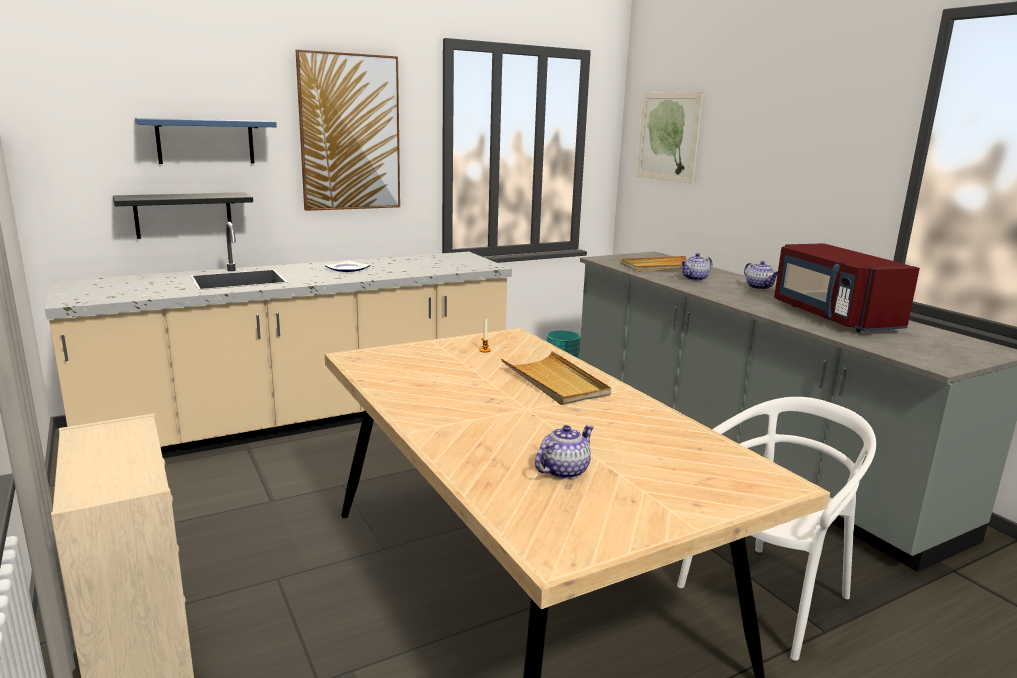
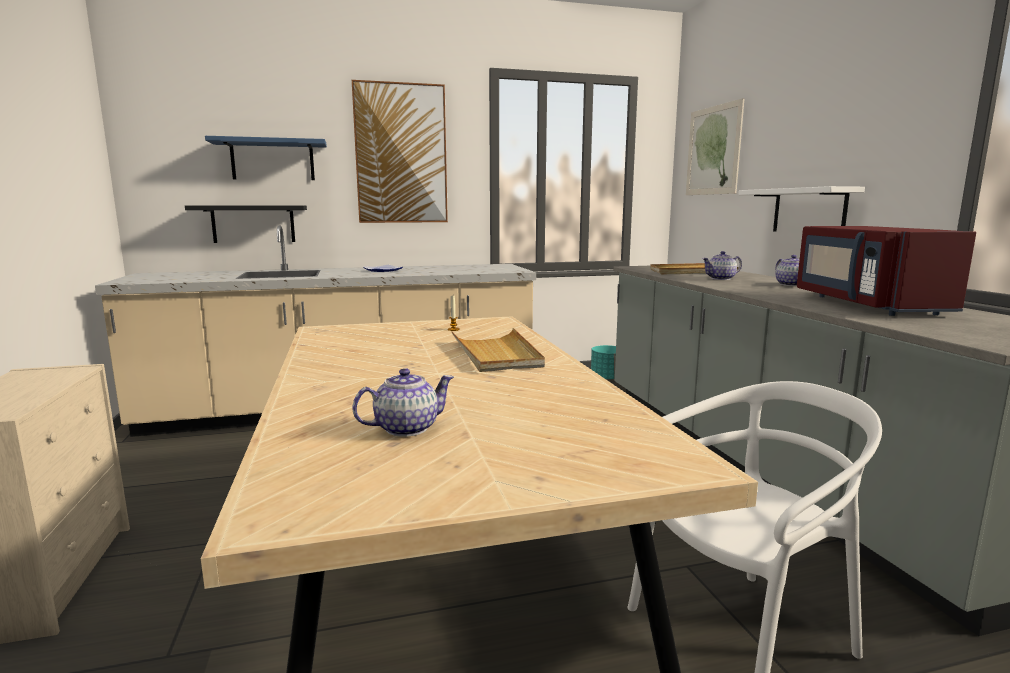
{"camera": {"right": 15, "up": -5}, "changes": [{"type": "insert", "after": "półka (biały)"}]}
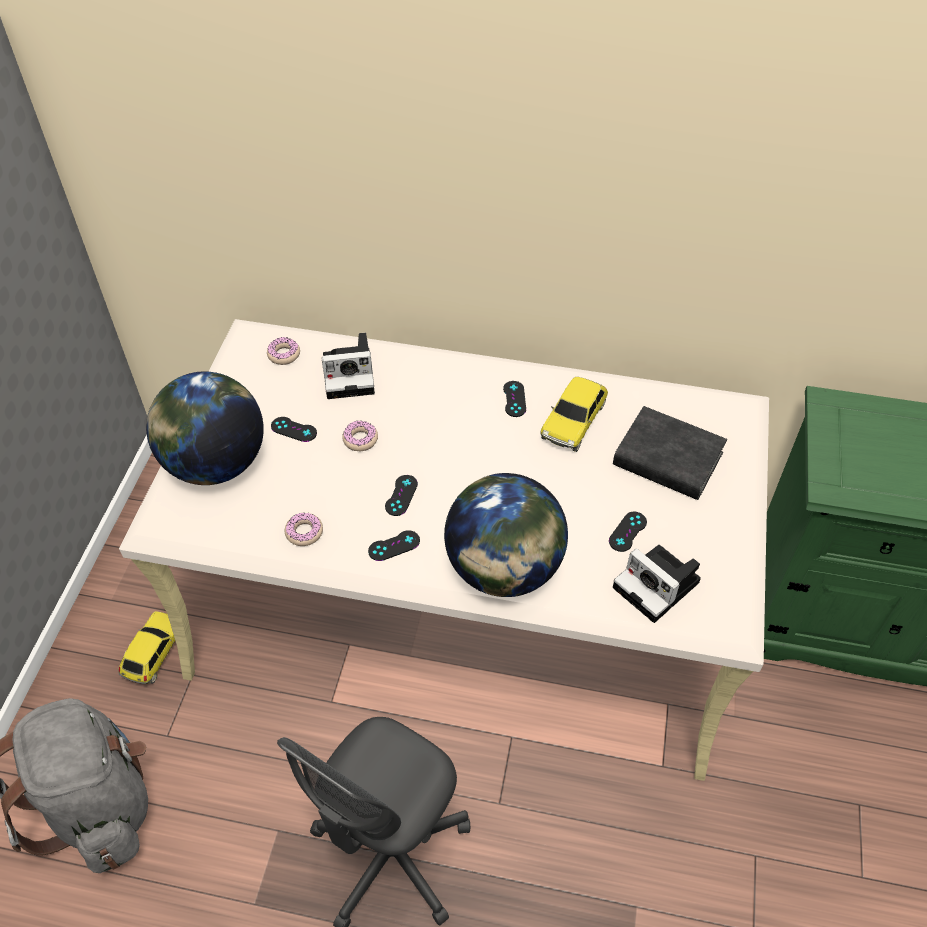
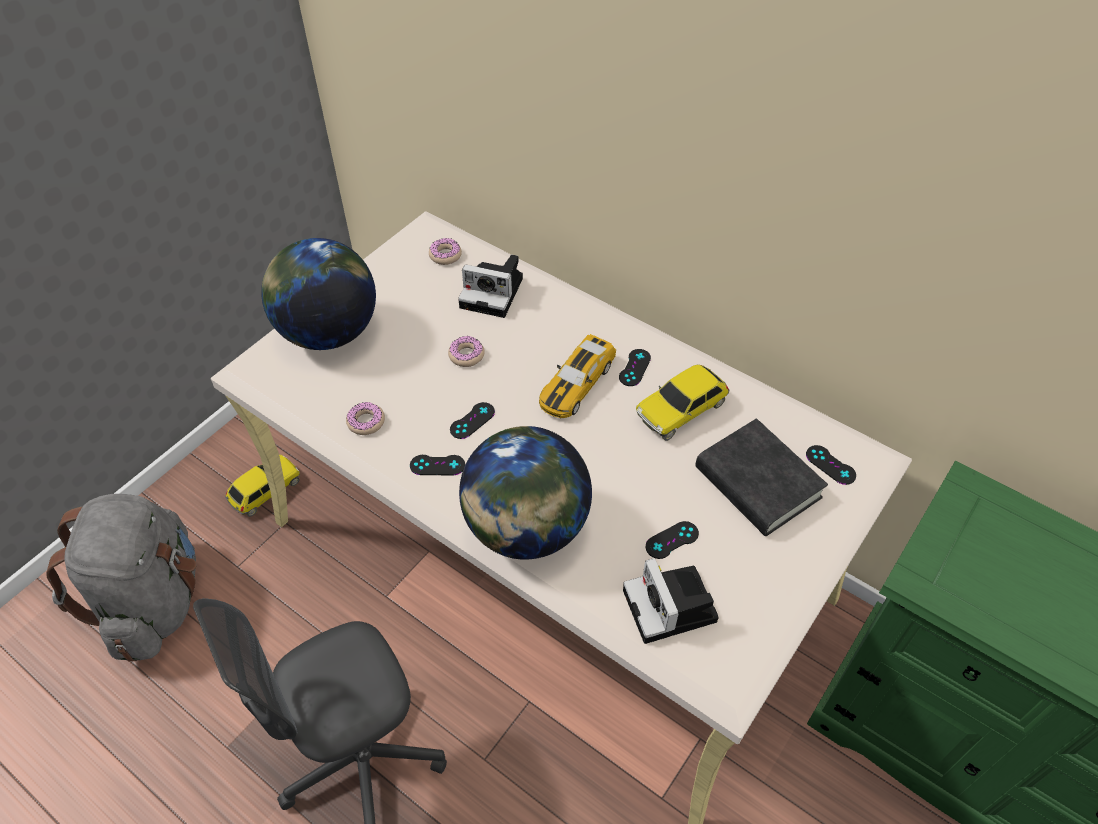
{"camera": {"right": 25, "up": 0}, "changes": [{"type": "move", "before": "pad do gier (czarny) (1st from left in the first image)", "after": "pad do gier (czarny) (5th from left)"}, {"type": "insert", "after": "samochodzik (2nd from left)"}]}
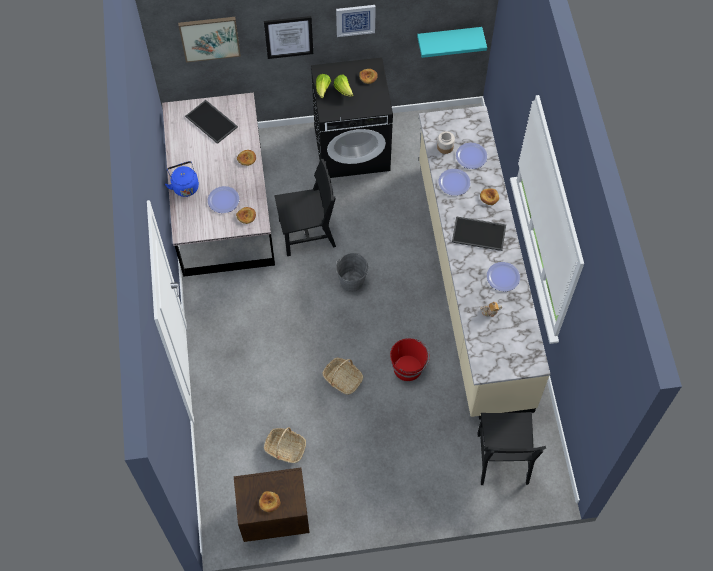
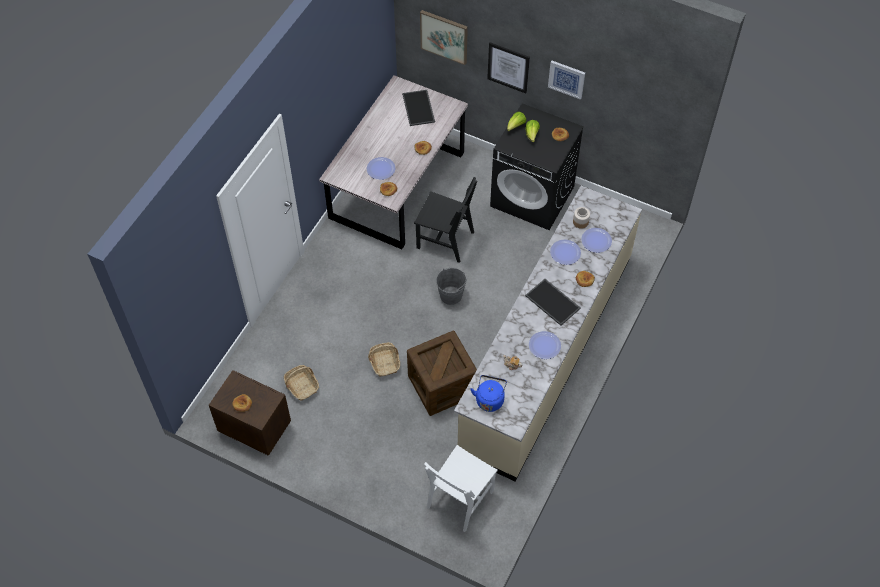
{"camera": {"right": 35, "up": -5}, "changes": [{"type": "move", "before": "czajnik (niebieski)"}, {"type": "replace", "before": "wiadro (czerwony)", "after": "skrzynka"}, {"type": "delete", "before": "półka (turkusowy)"}, {"type": "recolor", "before": "krzesło (czarny) (2nd from left)", "after": "krzesło (biały)"}]}
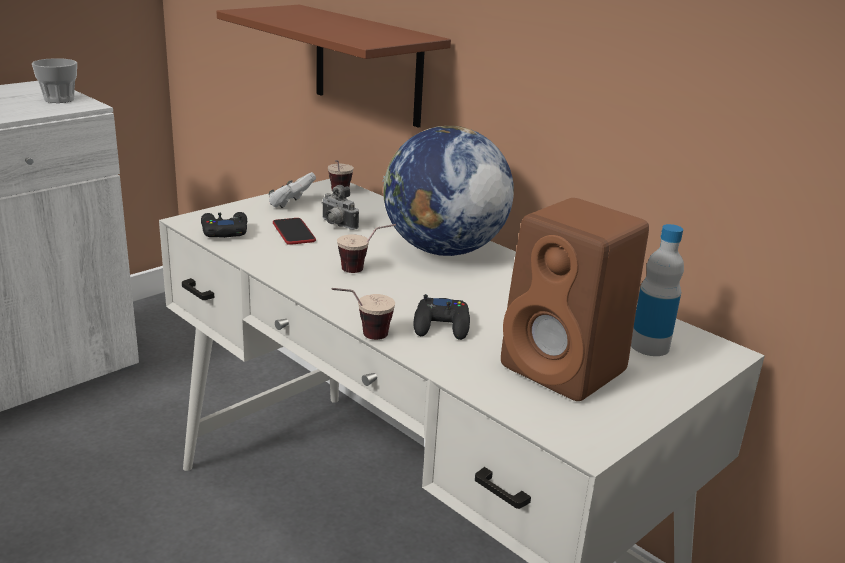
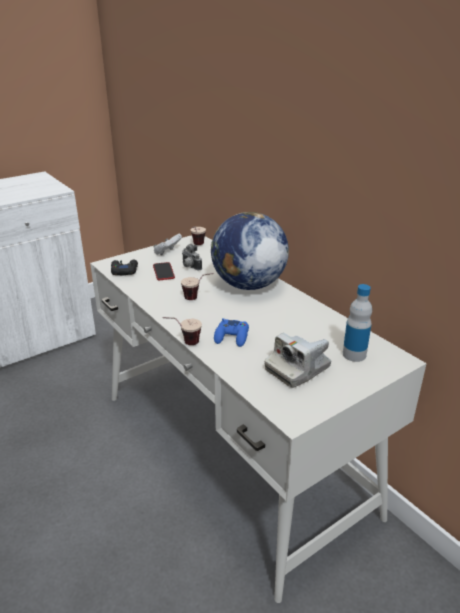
{"camera": {"right": 10, "up": 5}, "changes": [{"type": "delete", "before": "filiżanka (1st from left)"}, {"type": "delete", "before": "półka (brązowy)"}, {"type": "recolor", "before": "pad do gier (czarny) (2nd from left)", "after": "pad do gier (niebieski)"}, {"type": "replace", "before": "głośnik (brązowy)", "after": "aparat fotograficzny (2nd from left)"}]}
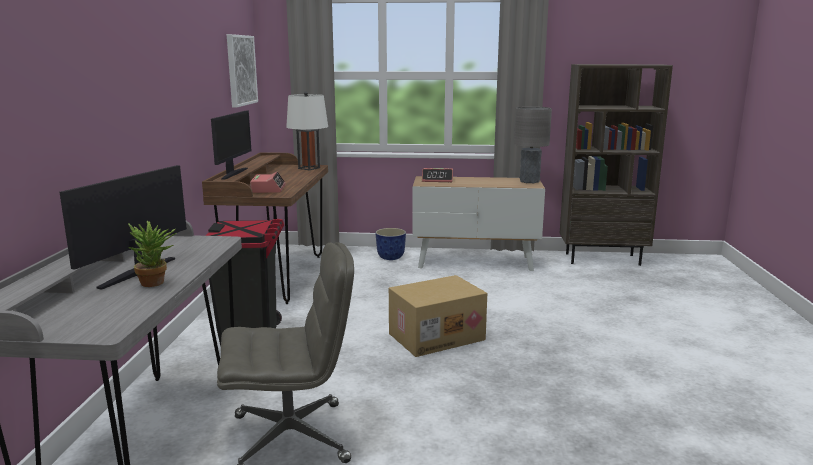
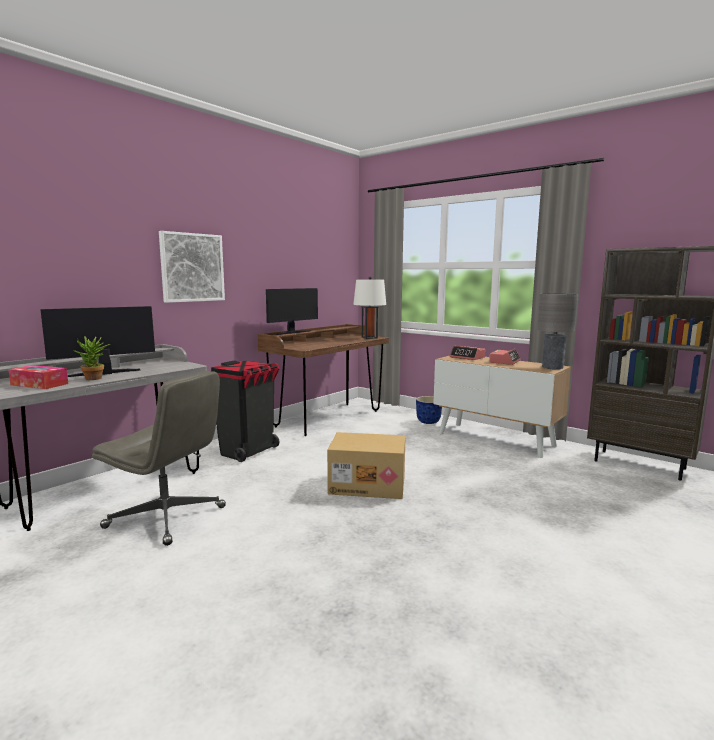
{"camera": {"right": 35, "up": -5}, "changes": [{"type": "move", "before": "obraz"}, {"type": "move", "before": "budzik (1st from left in the first image)", "after": "budzik (2nd from left)"}, {"type": "insert", "after": "pudełko chusteczek"}]}
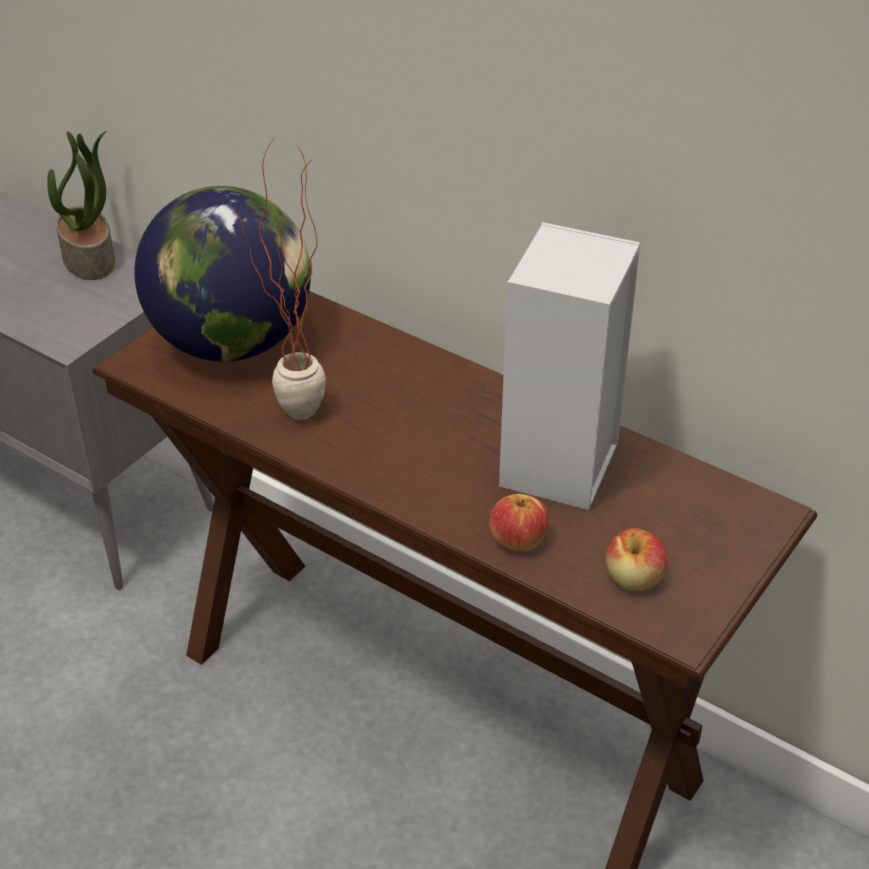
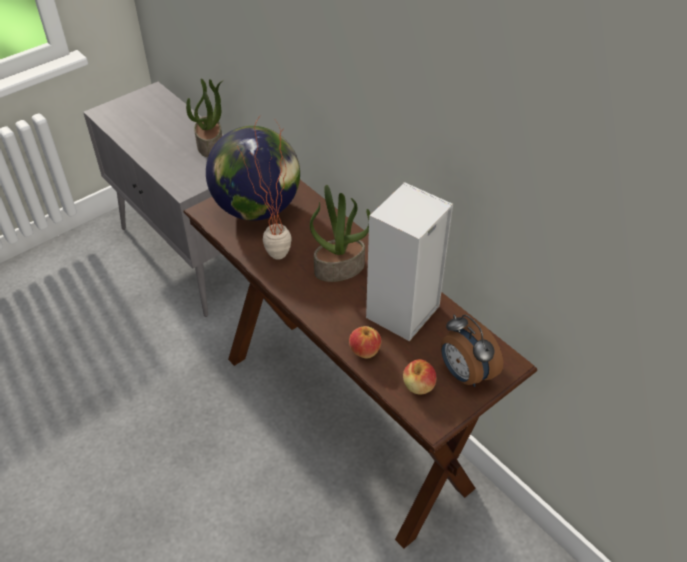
{"camera": {"right": 15, "up": 5}, "changes": [{"type": "insert", "after": "roślina doniczkowa (3rd from left)"}, {"type": "insert", "after": "budzik"}]}
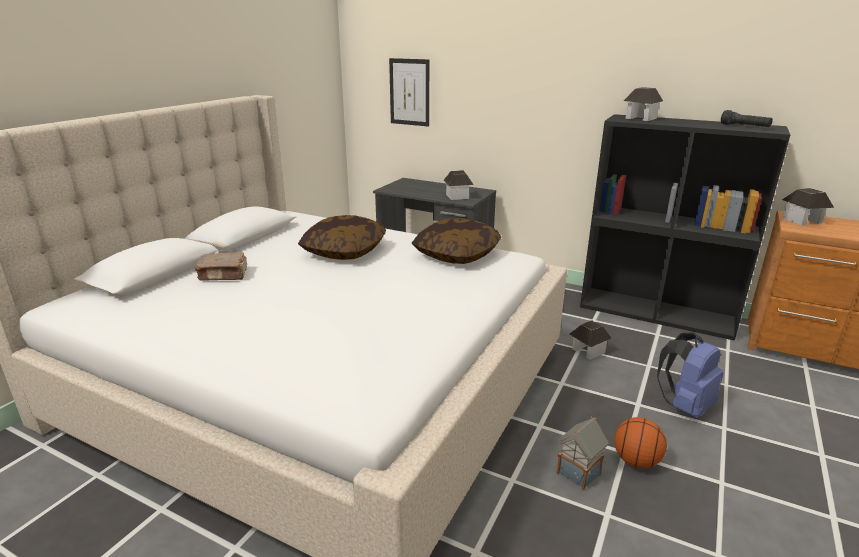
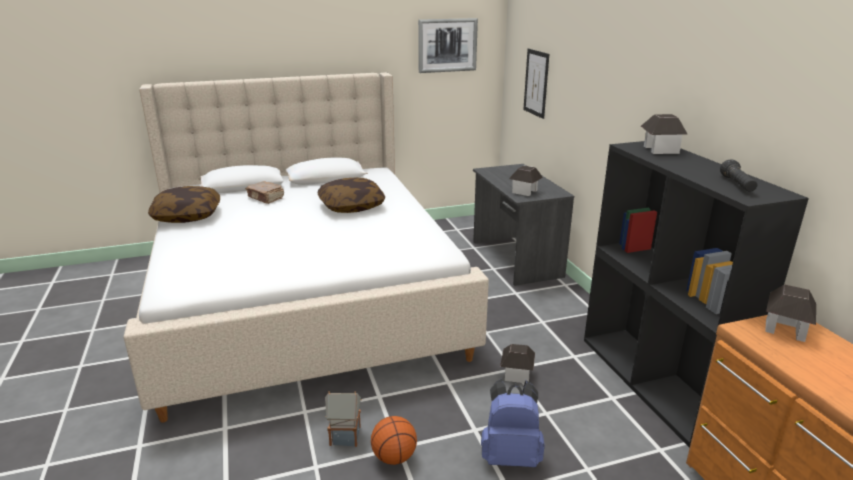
{"camera": {"right": 45, "up": 0}, "changes": [{"type": "move", "before": "poduszka (2nd from left in the first image)", "after": "poduszka (1st from left)"}, {"type": "insert", "after": "obraz (1st from left)"}]}
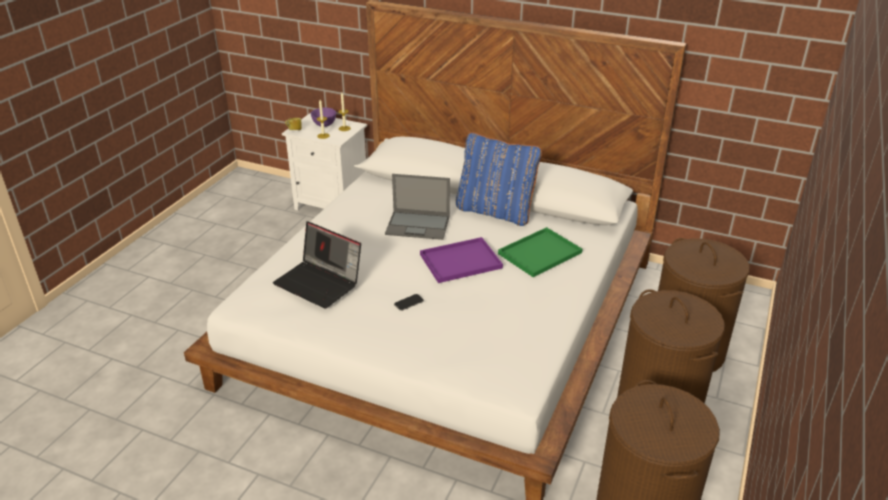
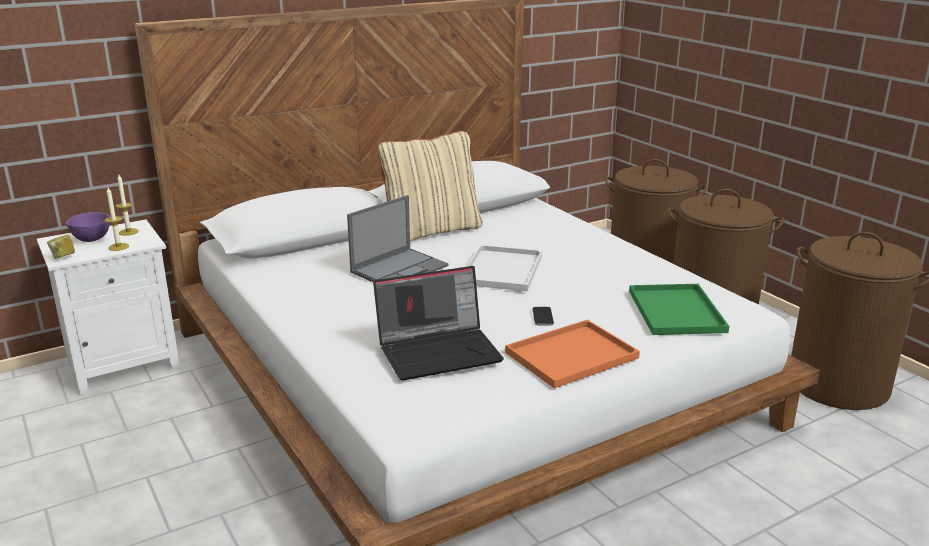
{"camera": {"right": -55, "up": -10}, "changes": [{"type": "recolor", "before": "taca (fioletowy)", "after": "taca (biały)"}, {"type": "recolor", "before": "poduszka (niebieski)", "after": "poduszka (beżowy)"}, {"type": "move", "before": "taca (zielony)"}, {"type": "insert", "after": "taca (pomarańczowy)"}]}
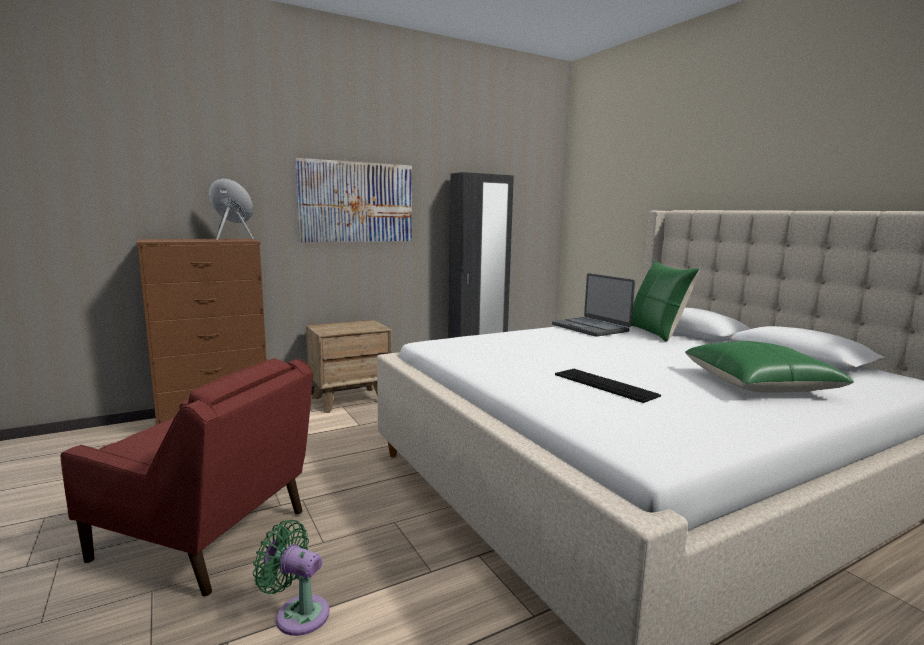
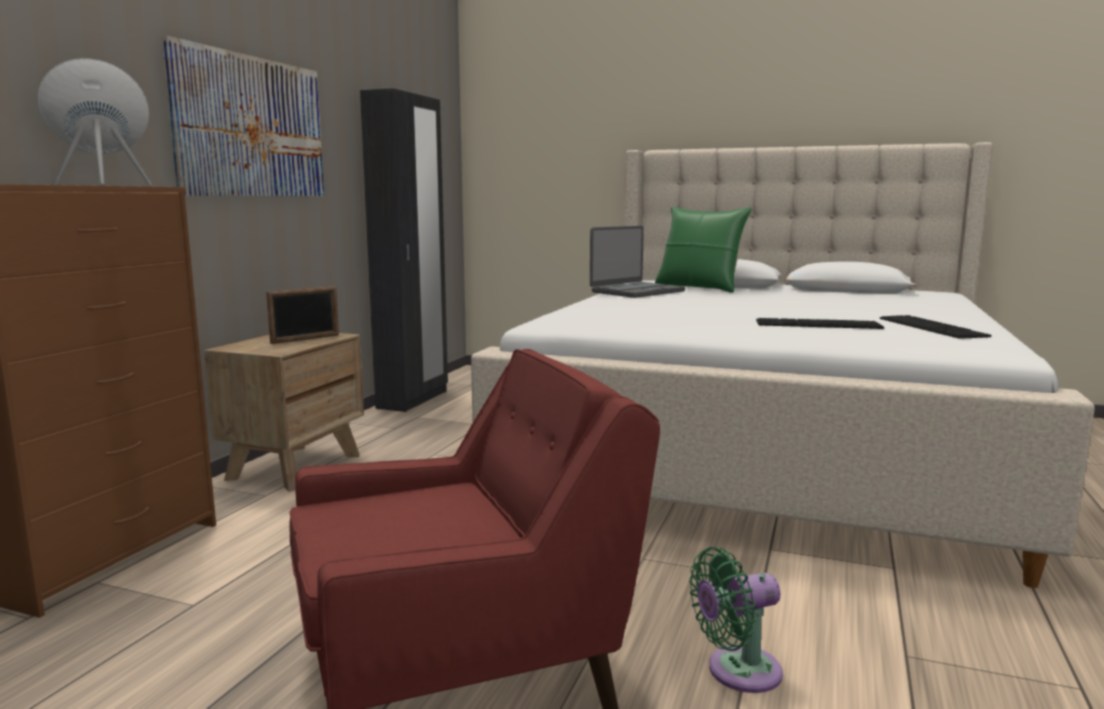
{"camera": {"right": -40, "up": 0}, "changes": [{"type": "rotate", "before": "laptop", "turn": -60}, {"type": "delete", "before": "poduszka (zielony) (2nd from left)"}, {"type": "insert", "after": "ramka na zdjęcie"}, {"type": "insert", "after": "klawiatura (2nd from left)"}]}
